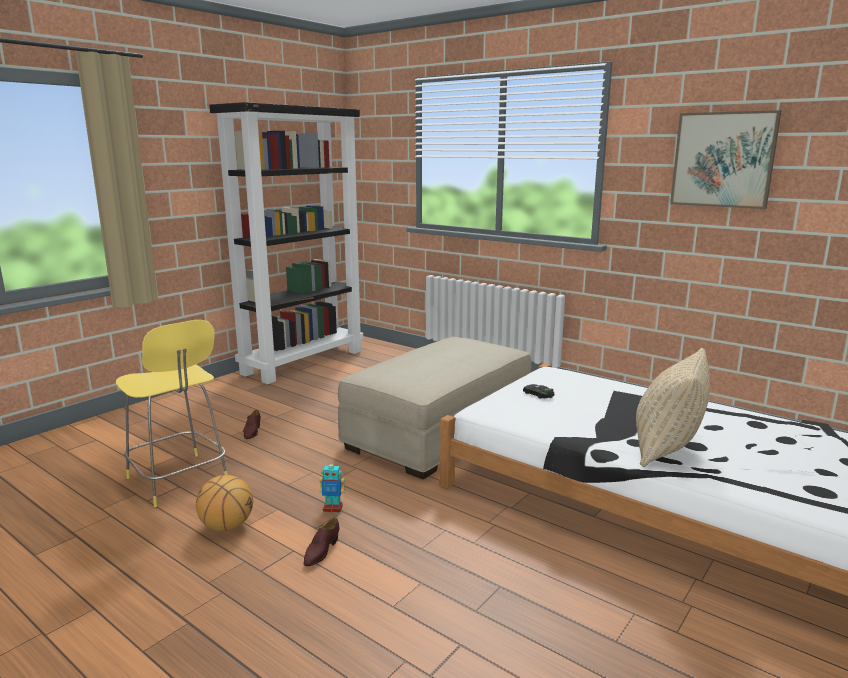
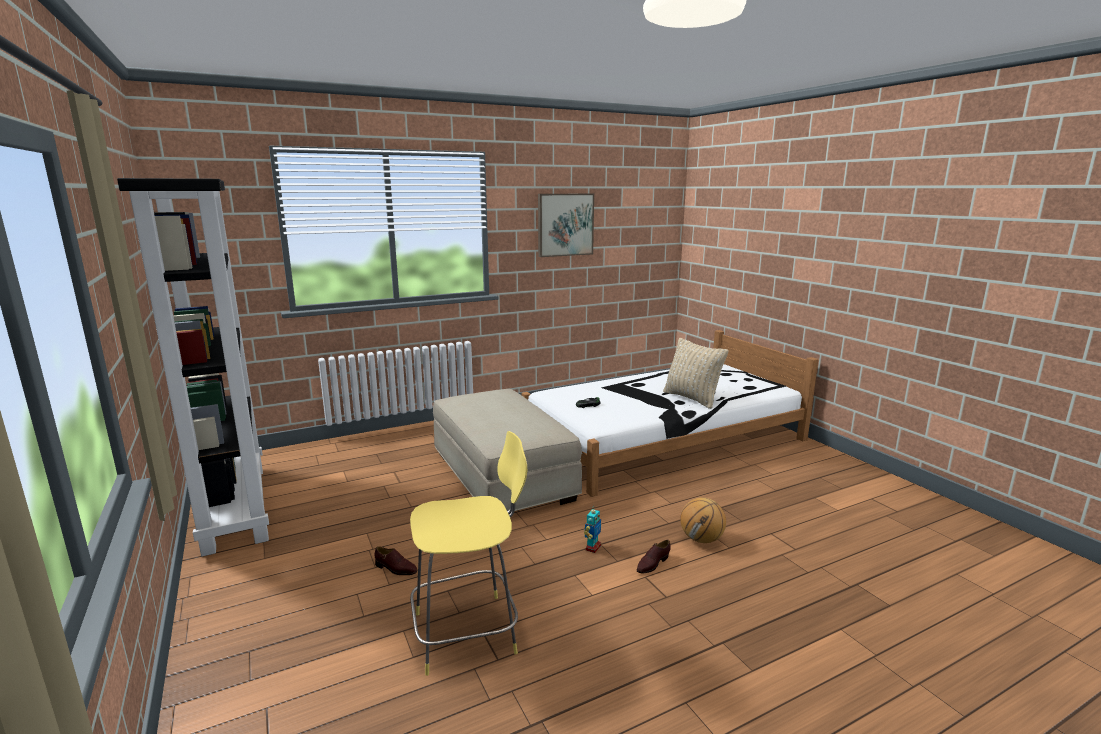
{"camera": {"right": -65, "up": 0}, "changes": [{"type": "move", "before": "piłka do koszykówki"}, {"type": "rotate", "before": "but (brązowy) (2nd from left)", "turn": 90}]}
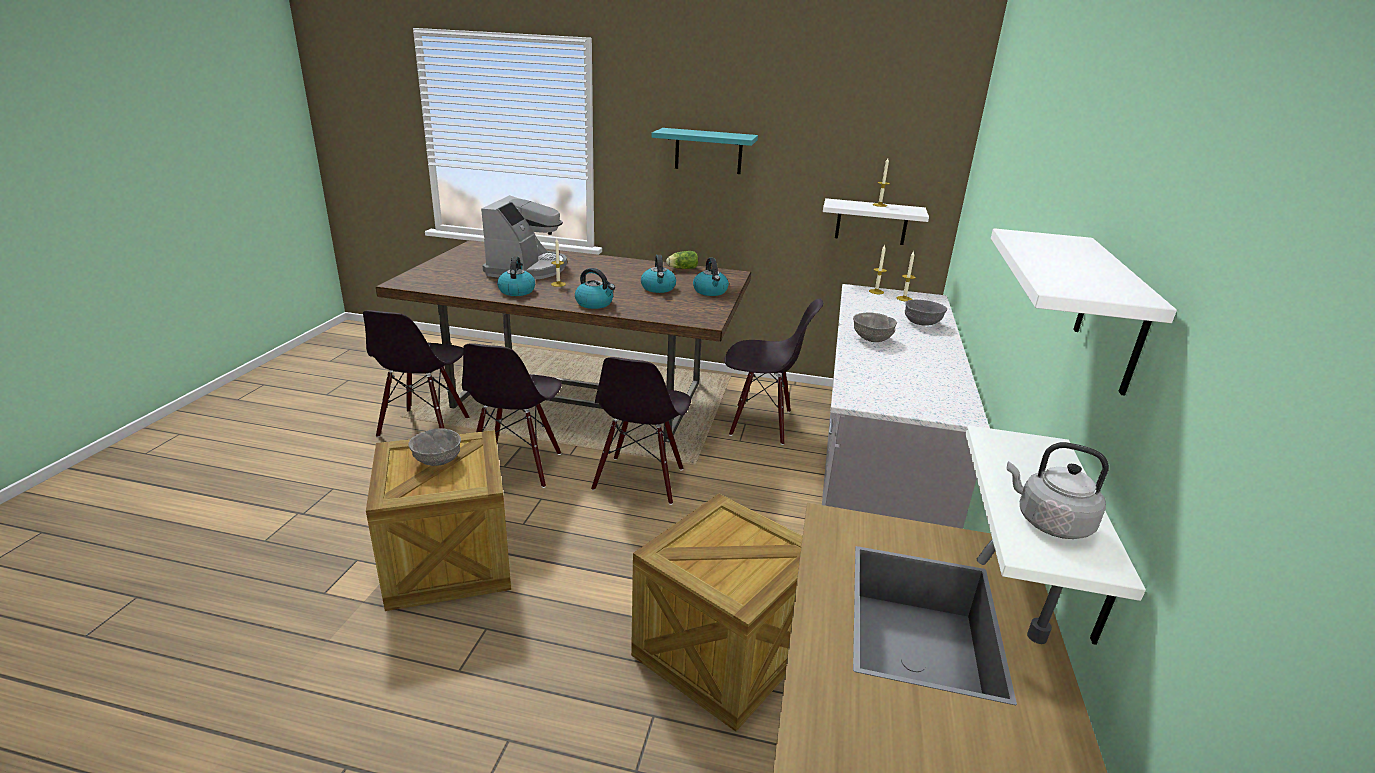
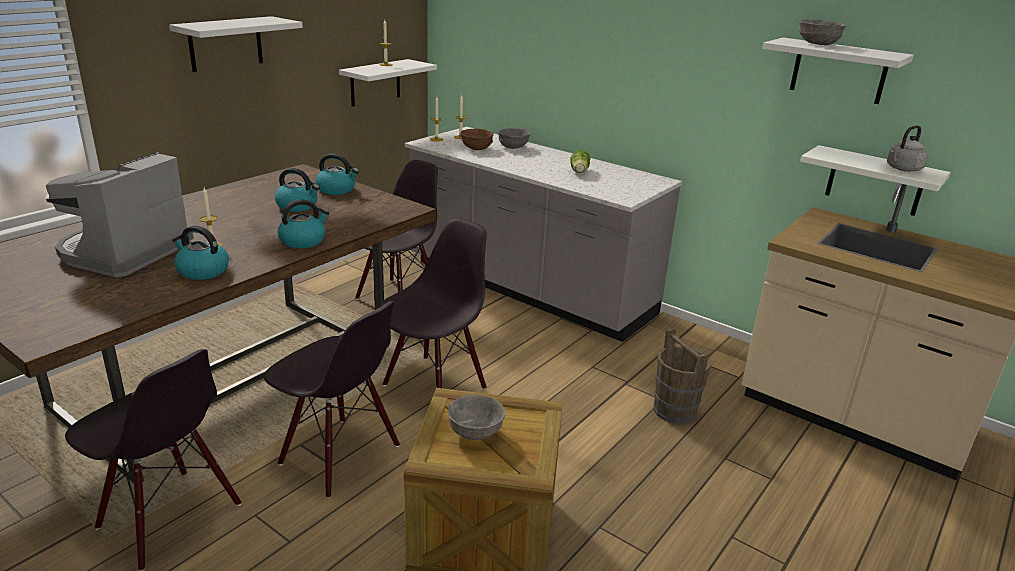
{"camera": {"right": -65, "up": 0}, "changes": [{"type": "rotate", "before": "ekspres do kawy", "turn": -105}, {"type": "rotate", "before": "krzesło (czarny) (3rd from left in the first image)", "turn": -90}, {"type": "replace", "before": "skrzynka (2nd from left)", "after": "wiadro (brązowy)"}, {"type": "recolor", "before": "półka (turkusowy)", "after": "półka (biały) (1st from left)"}, {"type": "move", "before": "sałata"}, {"type": "move", "before": "miska (szary) (2nd from left in the first image)", "after": "miska (szary) (3rd from left)"}, {"type": "insert", "after": "miska (brązowy)"}]}
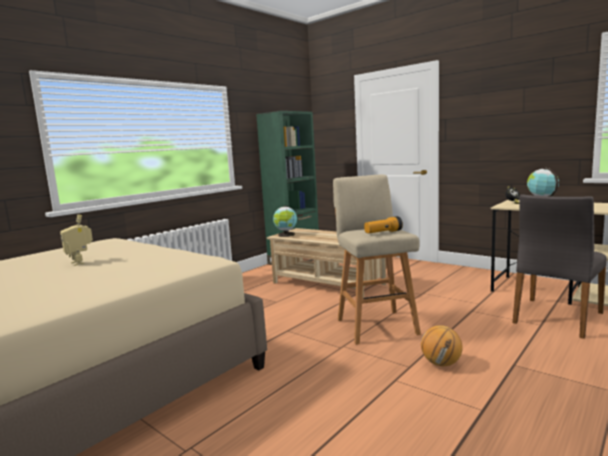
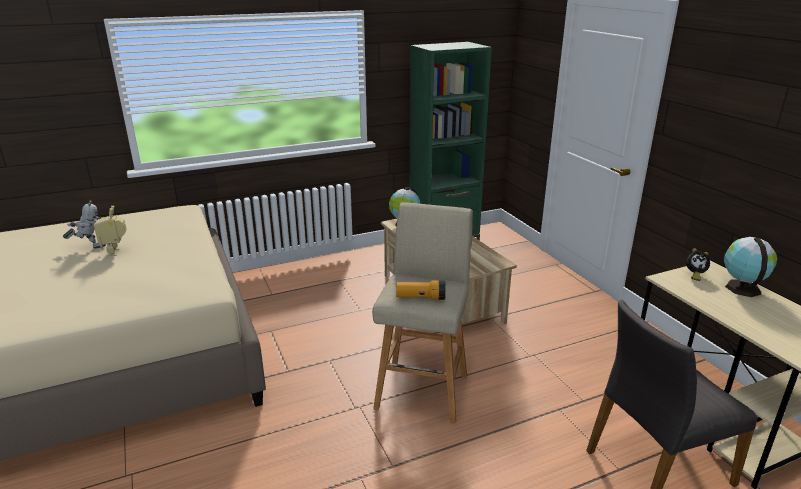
{"camera": {"right": 25, "up": 15}, "changes": [{"type": "delete", "before": "piłka do koszykówki"}, {"type": "insert", "after": "robot zabawkowy (1st from left)"}]}
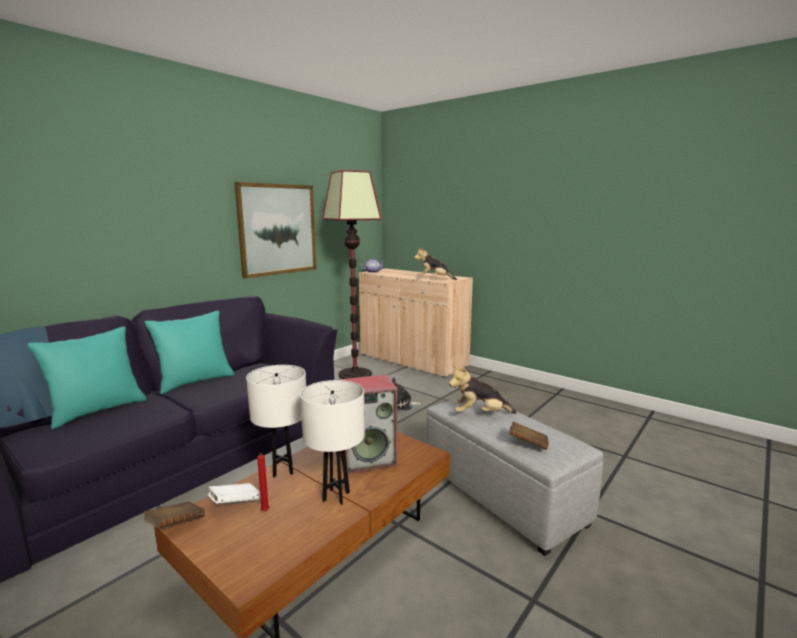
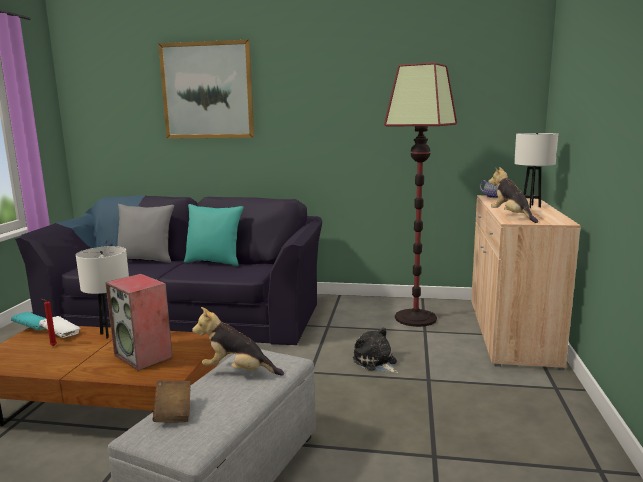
{"camera": {"right": 60, "up": 0}, "changes": [{"type": "recolor", "before": "poduszka (turkusowy) (1st from left)", "after": "poduszka (szary)"}, {"type": "recolor", "before": "książka (brązowy) (1st from left)", "after": "książka (turkusowy)"}, {"type": "move", "before": "obraz"}, {"type": "move", "before": "lampa stołowa (biały) (2nd from left)"}, {"type": "rotate", "before": "pluszak (3rd from left in the first image)", "turn": -45}]}
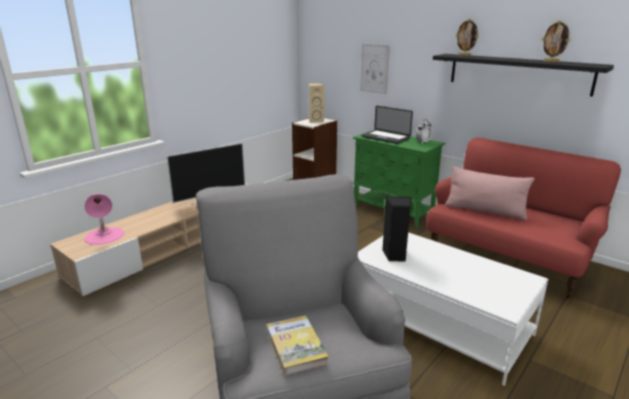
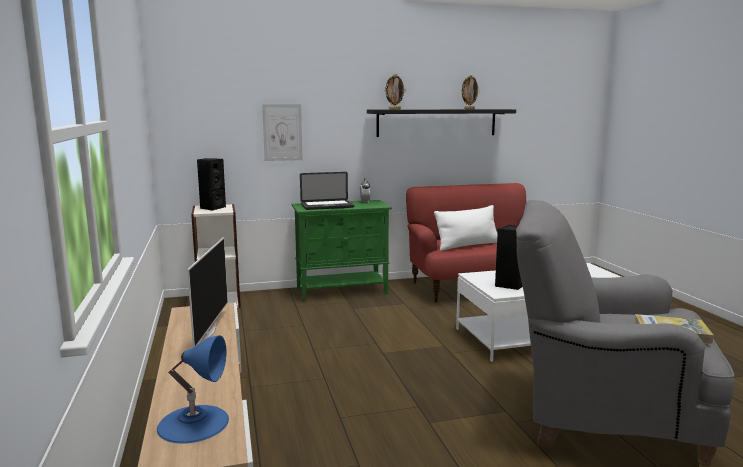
{"camera": {"right": -55, "up": -10}, "changes": [{"type": "recolor", "before": "lampa stołowa (różowy)", "after": "lampa stołowa (niebieski)"}, {"type": "recolor", "before": "głośnik (beżowy)", "after": "głośnik (czarny) (1st from left)"}, {"type": "recolor", "before": "poduszka (różowy)", "after": "poduszka (biały)"}]}
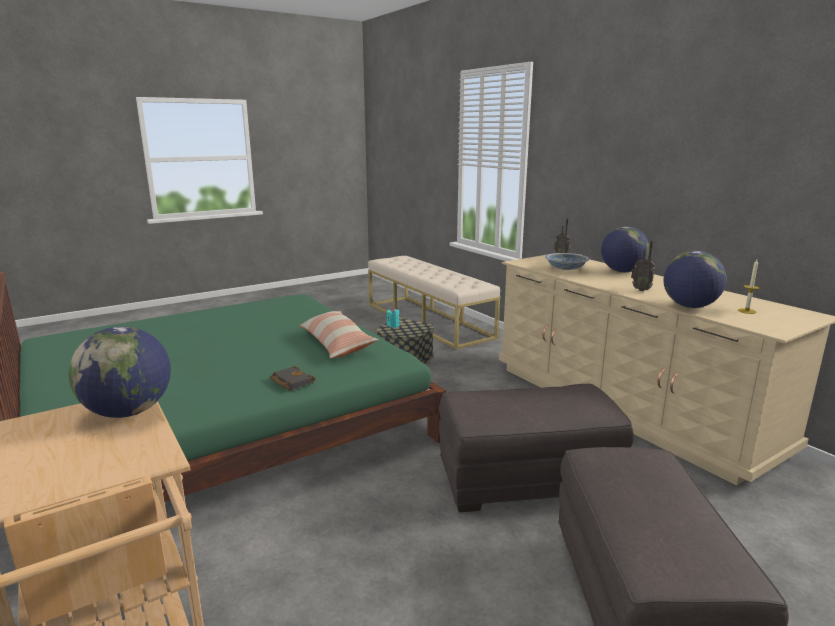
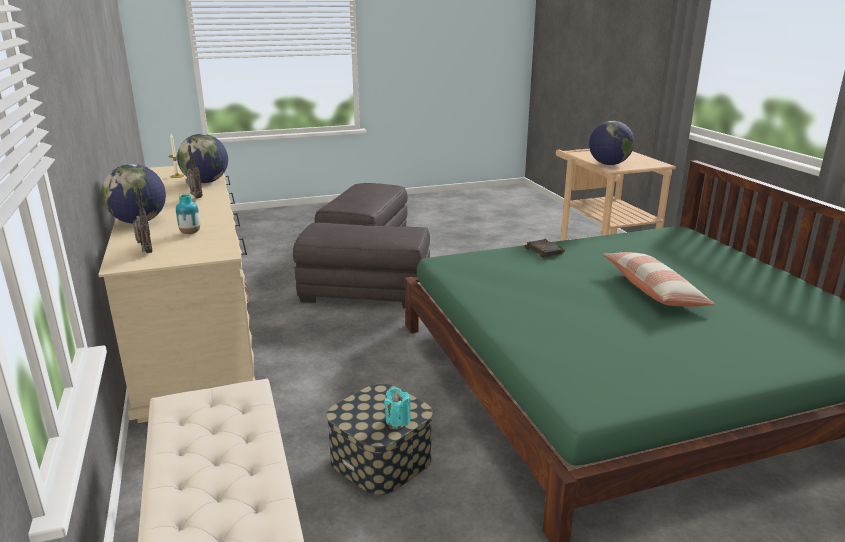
{"camera": {"right": -165, "up": 5}, "changes": [{"type": "move", "before": "poduszka"}, {"type": "replace", "before": "miska", "after": "wazon"}]}
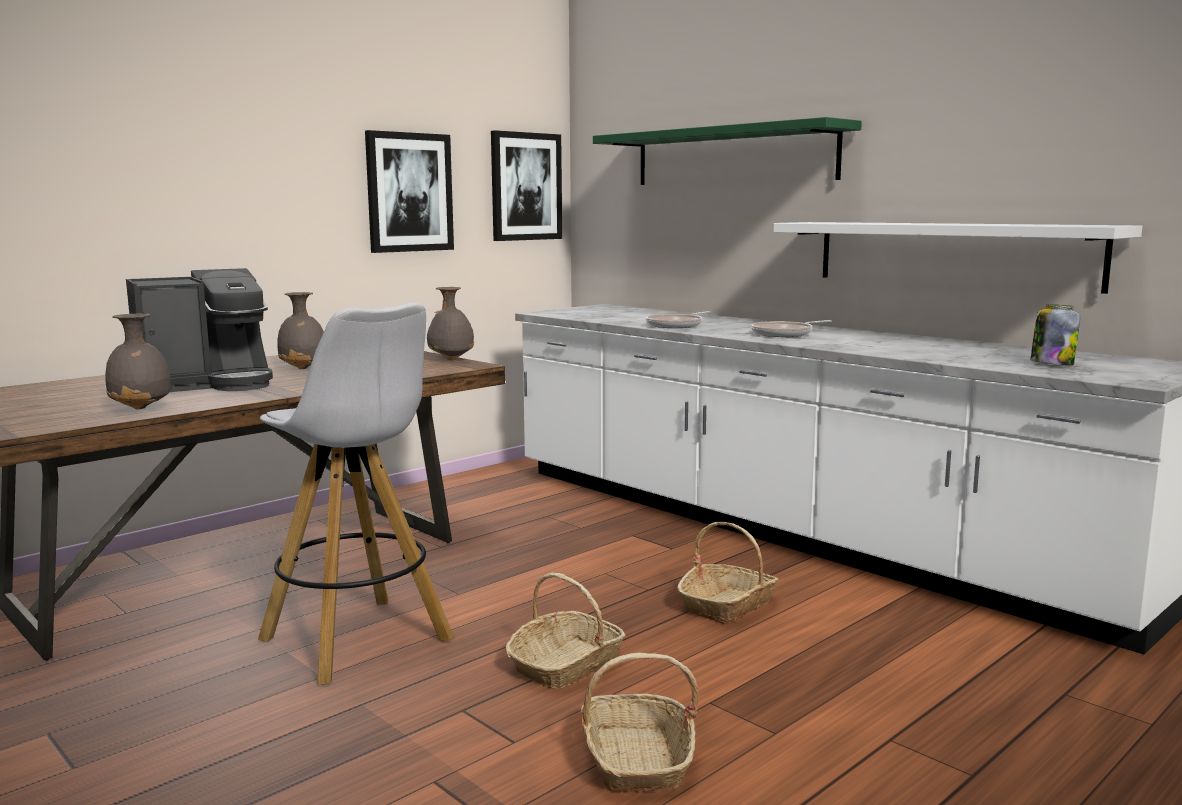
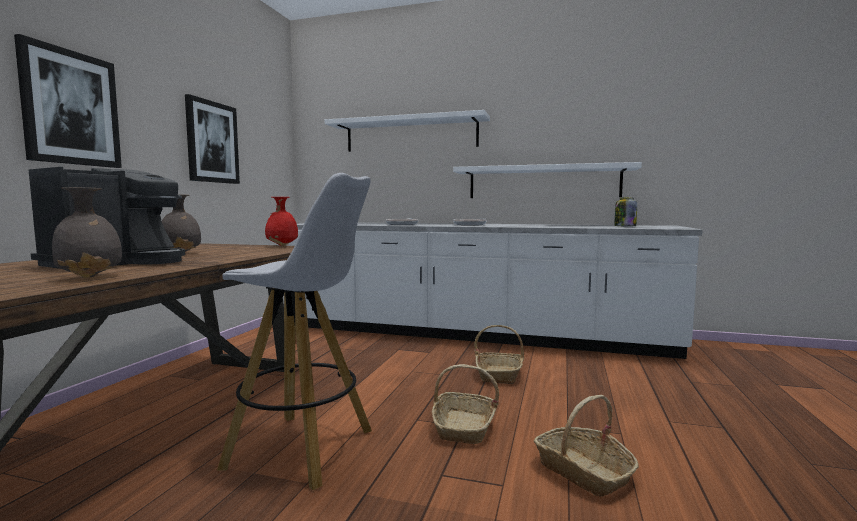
{"camera": {"right": -30, "up": -5}, "changes": [{"type": "recolor", "before": "wazon (szary) (3rd from left)", "after": "wazon (czerwony)"}, {"type": "move", "before": "obraz (2nd from left in the first image)", "after": "obraz (1st from left)"}, {"type": "recolor", "before": "półka (zielony)", "after": "półka (biały) (1st from left)"}]}
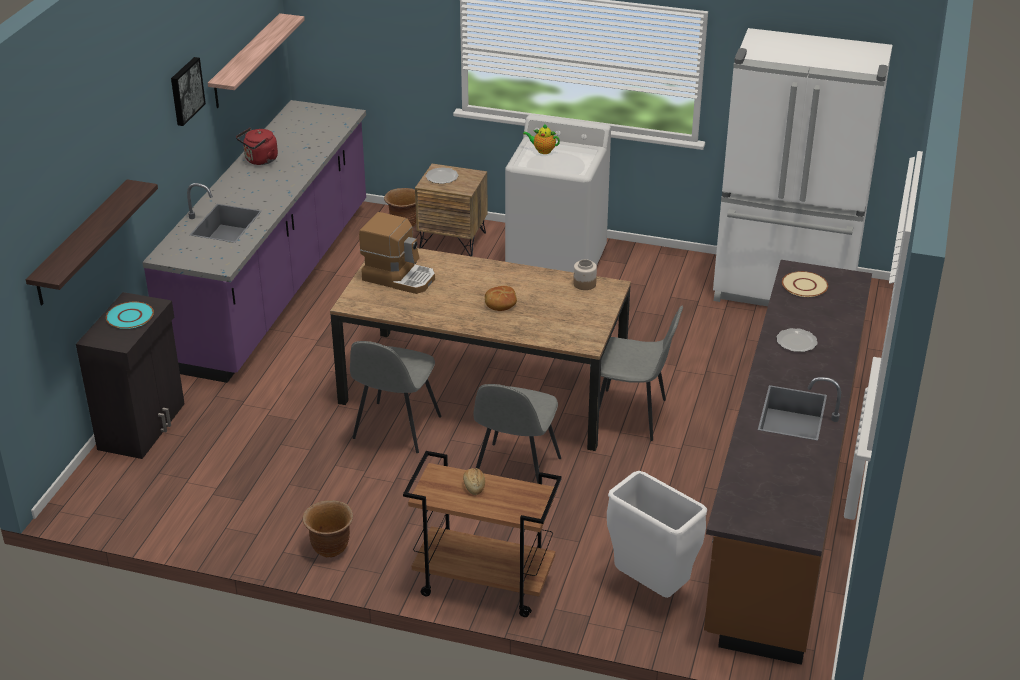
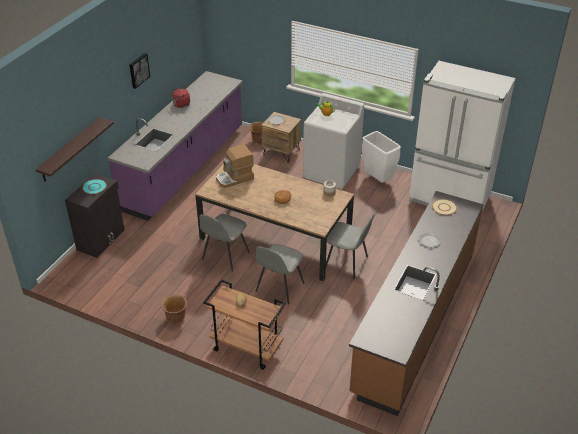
{"camera": {"right": 10, "up": 5}, "changes": [{"type": "delete", "before": "półka (2nd from left)"}, {"type": "rotate", "before": "ekspres do kawy", "turn": 120}, {"type": "move", "before": "kosz na śmieci (biały)"}]}
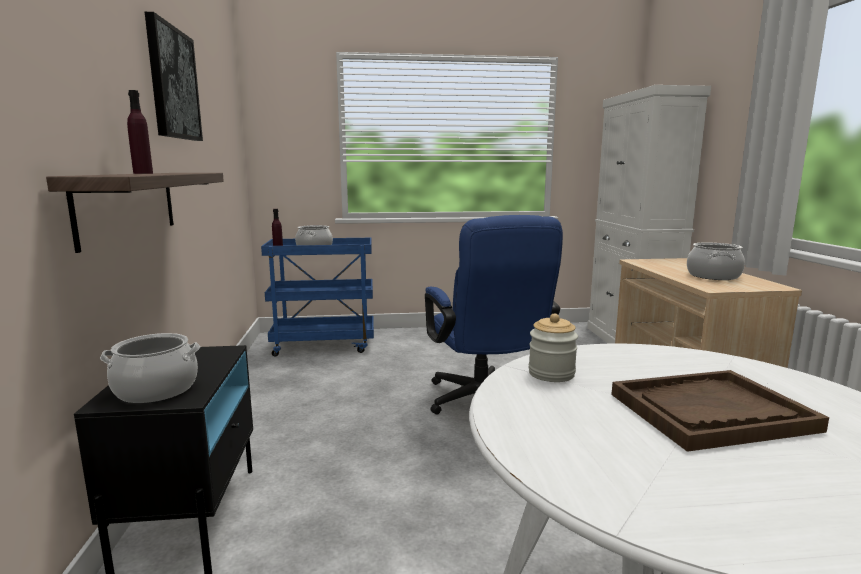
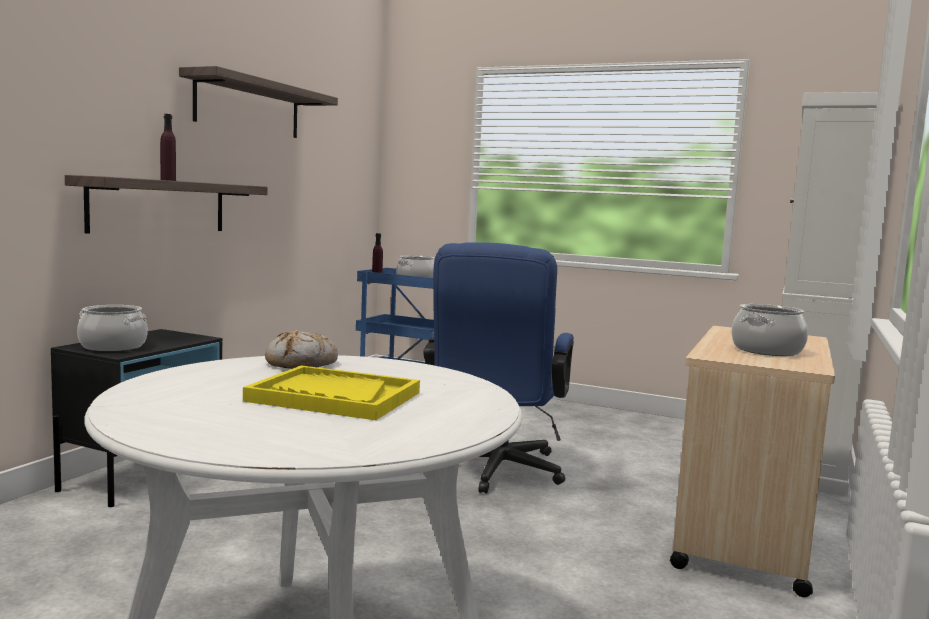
{"camera": {"right": 30, "up": -5}, "changes": [{"type": "replace", "before": "obraz", "after": "półka (2nd from left)"}, {"type": "replace", "before": "słoik", "after": "chleb"}, {"type": "recolor", "before": "taca (brązowy)", "after": "taca (żółty)"}]}
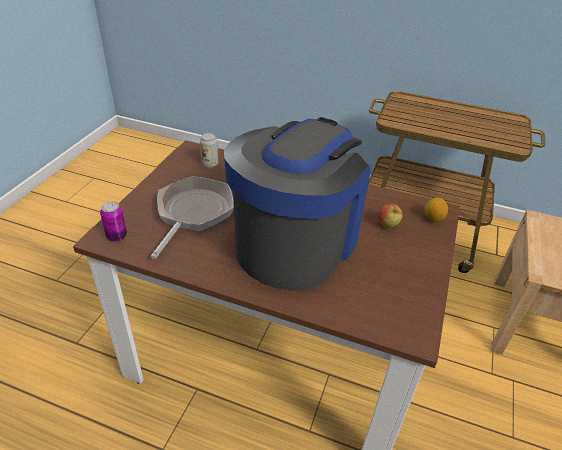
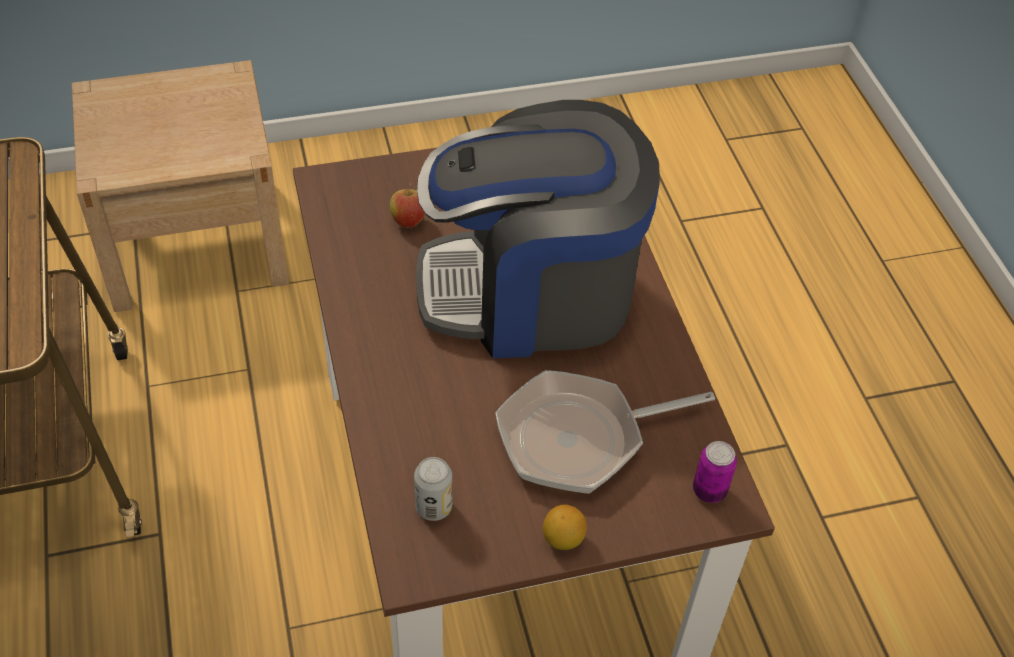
{"camera": {"right": -125, "up": 10}, "changes": [{"type": "move", "before": "cytryna"}]}
